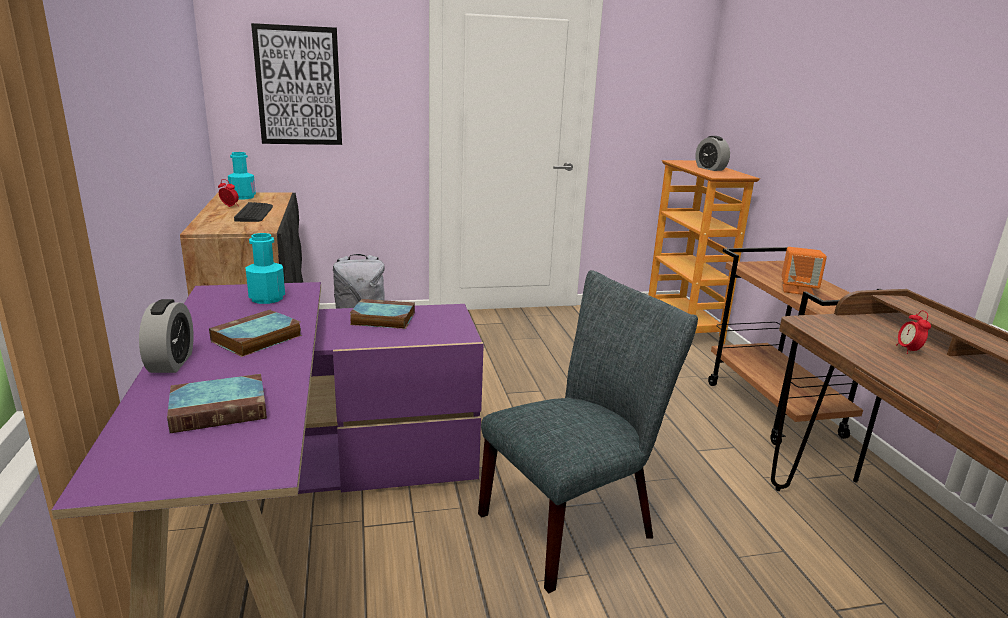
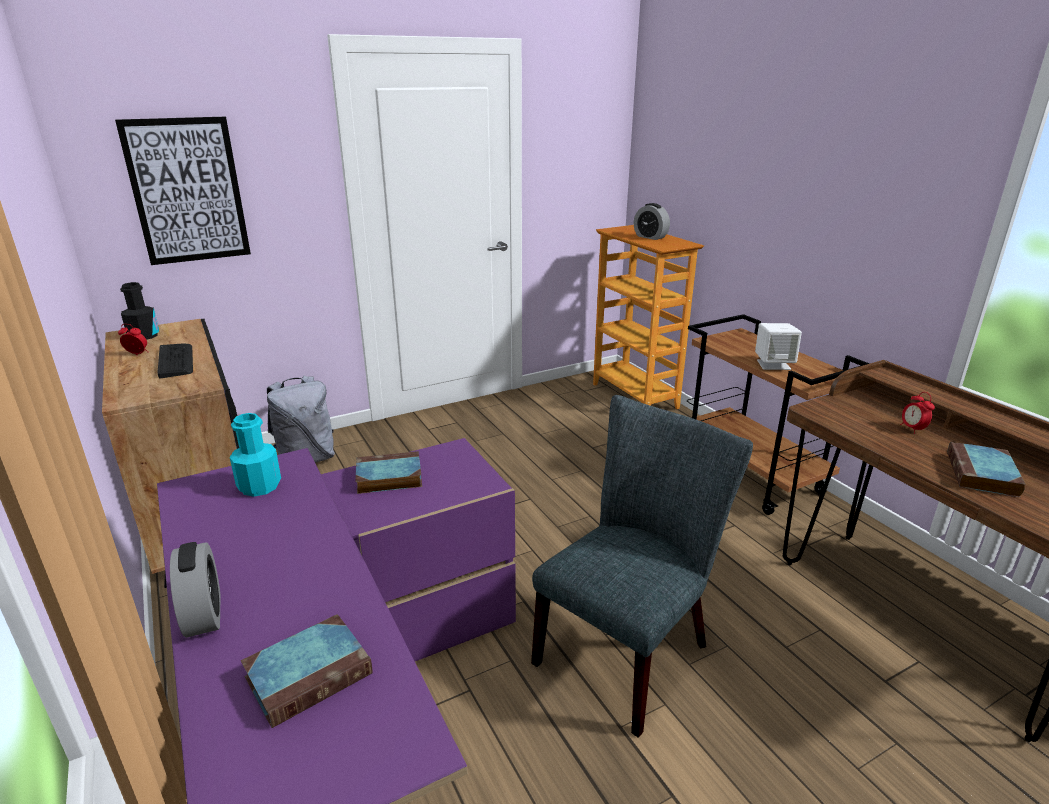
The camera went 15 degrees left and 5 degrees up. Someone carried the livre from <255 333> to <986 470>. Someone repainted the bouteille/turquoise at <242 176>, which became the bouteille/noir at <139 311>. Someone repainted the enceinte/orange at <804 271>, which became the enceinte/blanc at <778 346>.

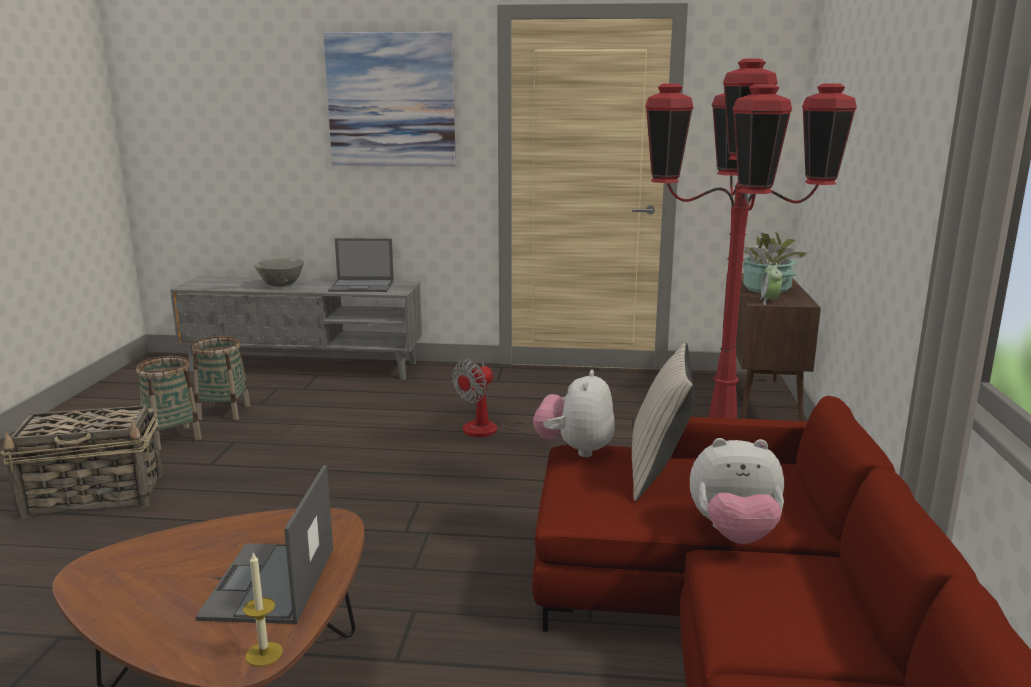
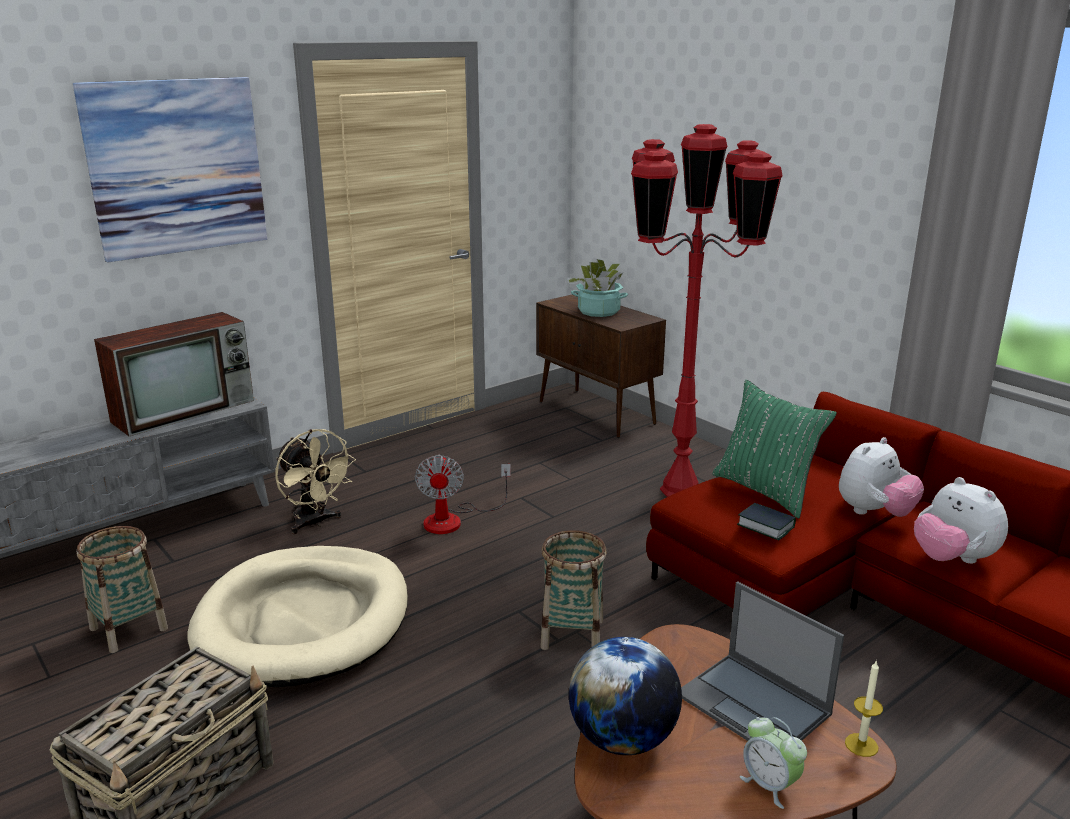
The camera went 45 degrees left and 5 degrees up. Someone carried the panier from <169 403> to <573 590>. Someone took away the bol/gris at <279 272>. Someone swapped the ordinateur portable at <361 265> for the téléviseur at <174 374>. Someone carried the peluche from <574 413> to <961 520>. Someone repainted the coussin/beige at <663 421>, which became the coussin/vert at <774 449>. Someone carried the réveil from <771 283> to <773 763>. Someone put down the panier pour chien/beige at <297 616>. Someone put down the ventilateur/beige at <315 481>. Someone put down the globe at <625 696>. Someone put down the livre at <766 521>.

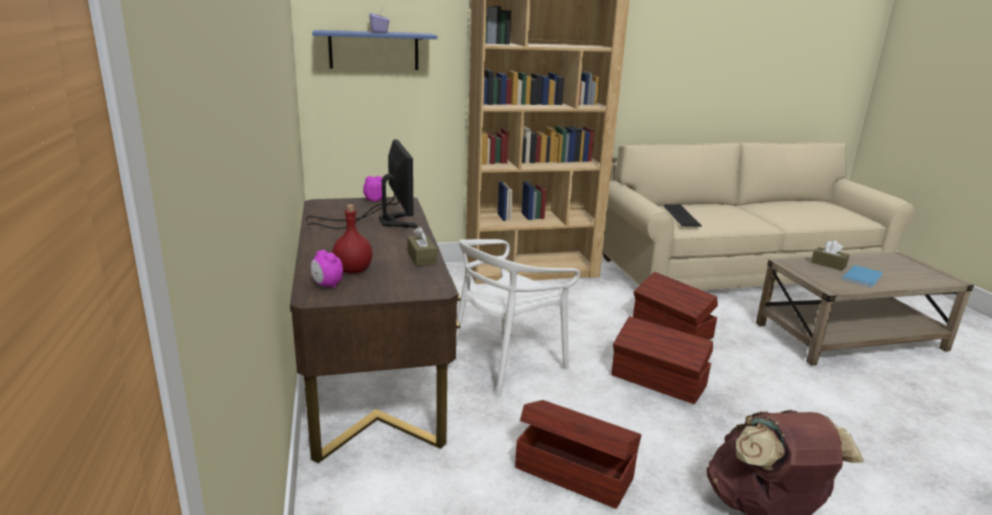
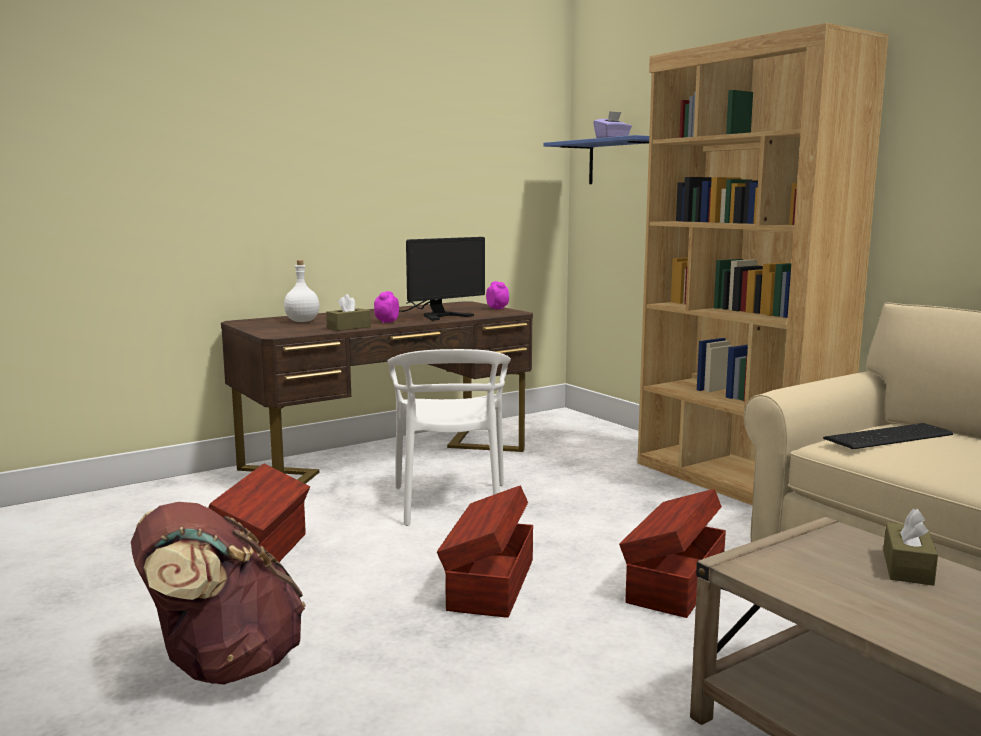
The camera went 70 degrees right and 10 degrees down. Someone carried the réveil from <327 269> to <386 307>. Someone repainted the bouteille/rouge at <352 239>, which became the bouteille/blanc at <302 291>. Someone rotated the chaise/blanc at <514 318> by 120 degrees counterclockwise. Someone took away the livre/bleu at <862 276>.

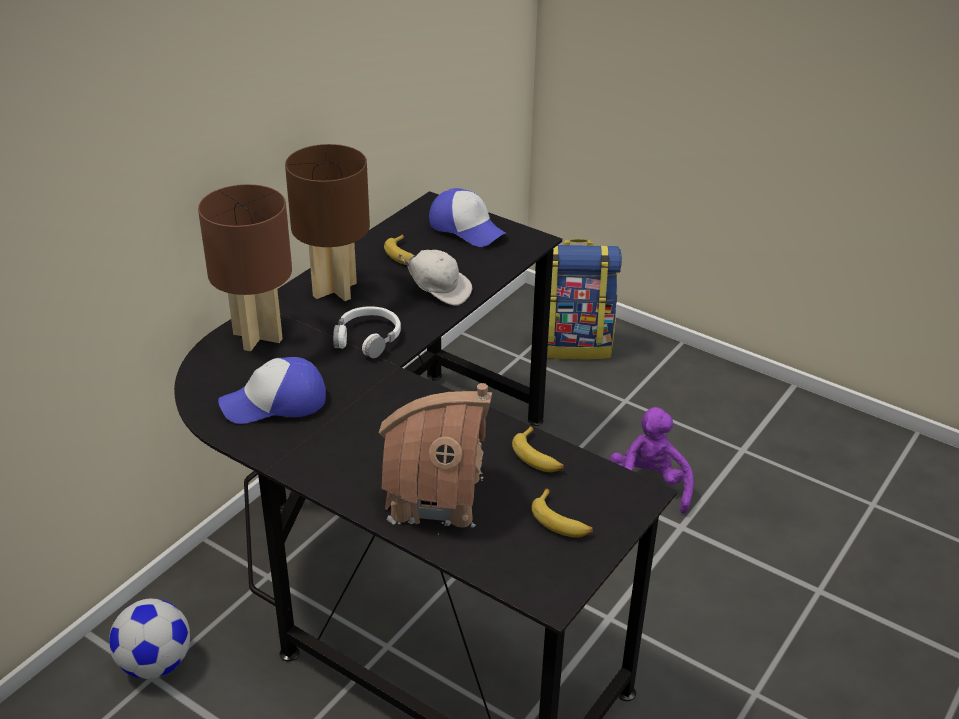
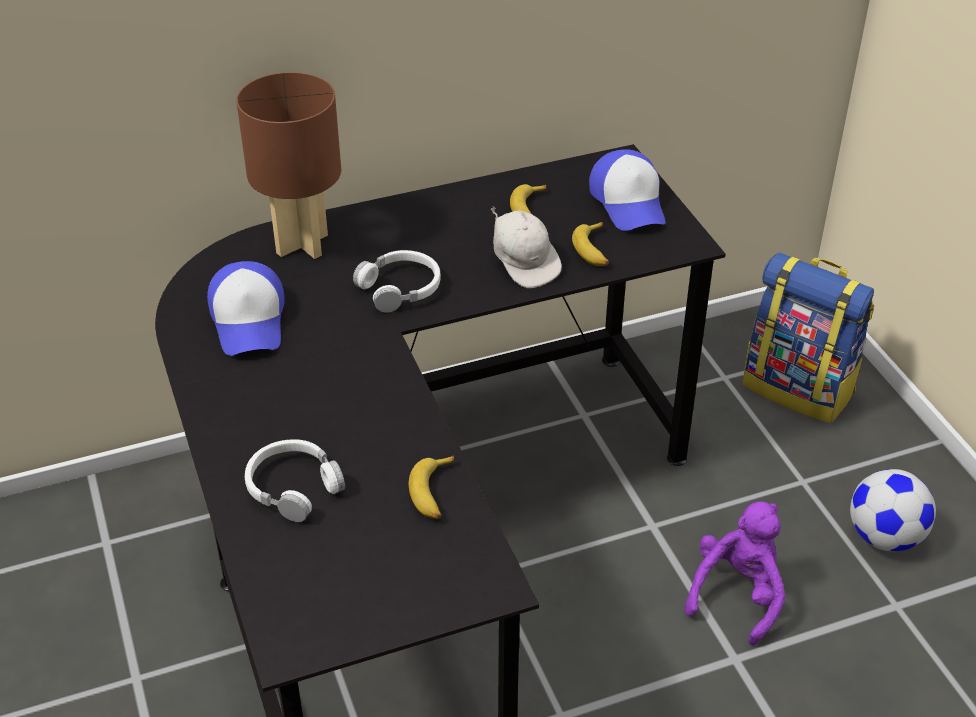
The camera went 35 degrees right and 5 degrees up. Someone carried the ballon de foot from <149 639> to <893 510>. Someone rotated the casquette at <272 390> by 120 degrees counterclockwise. Someone took away the lampe de table/marron at <327 222>. Someone swapped the maison miniature at <435 459> for the casque audio/blanc at <295 480>. Someone carried the banane from <562 513> to <590 244>.

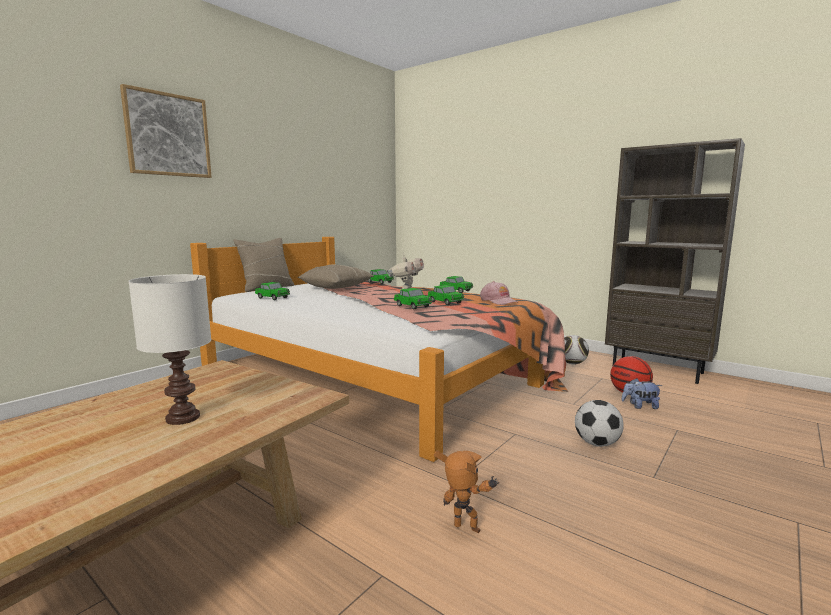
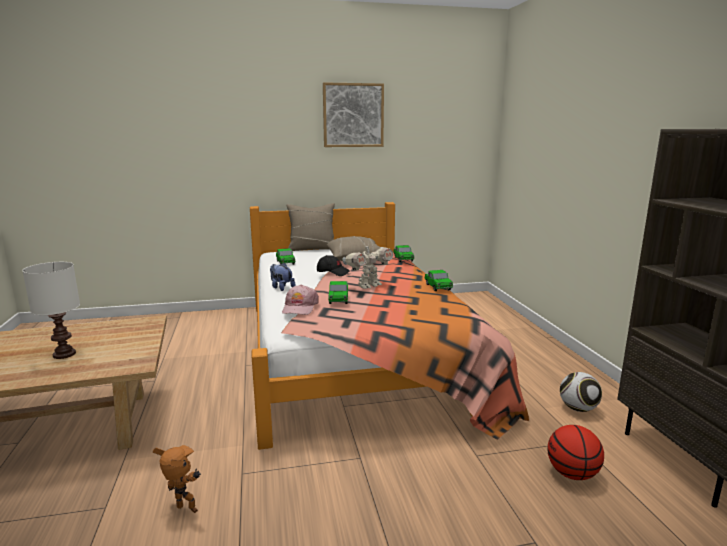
The camera went 40 degrees right and 5 degrees up. Someone carried the tableau from <166 131> to <353 114>. Someone took away the petite voiture at <445 295>. Someone rotated the robot jouet at <466 491> by 45 degrees counterclockwise. Someone carried the casquette/rose from <499 293> to <300 300>. Someone took away the ballon de foot at <599 423>. Someone carried the peluche from <641 393> to <282 276>. Someone put down the casquette/noir at <333 265>.

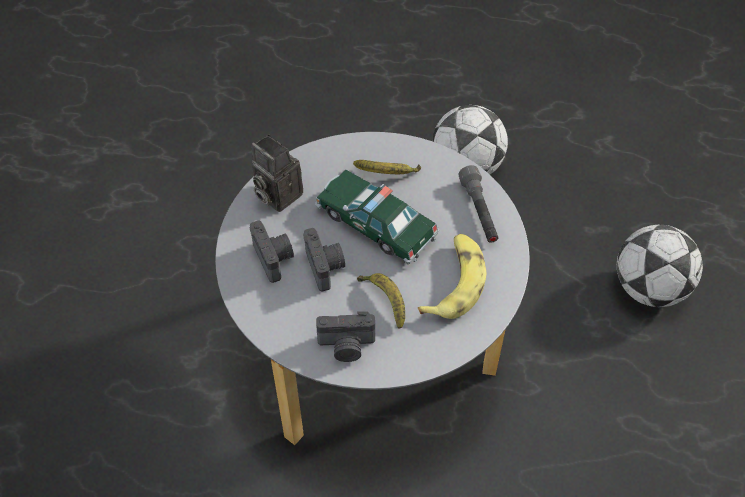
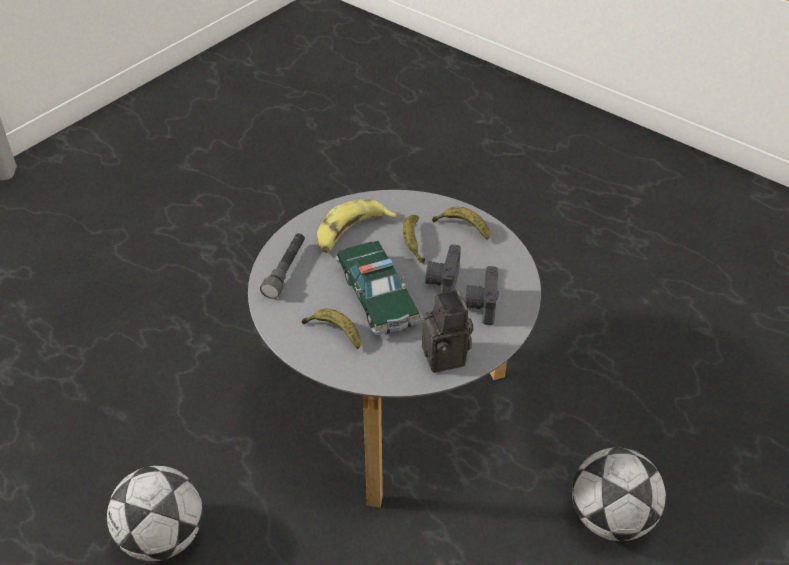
The camera went 150 degrees left and 10 degrees down. Someone swapped the appareil photo at <345 336> for the banane at <461 223>. Someone carried the ballon de foot from <660 266> to <619 494>.

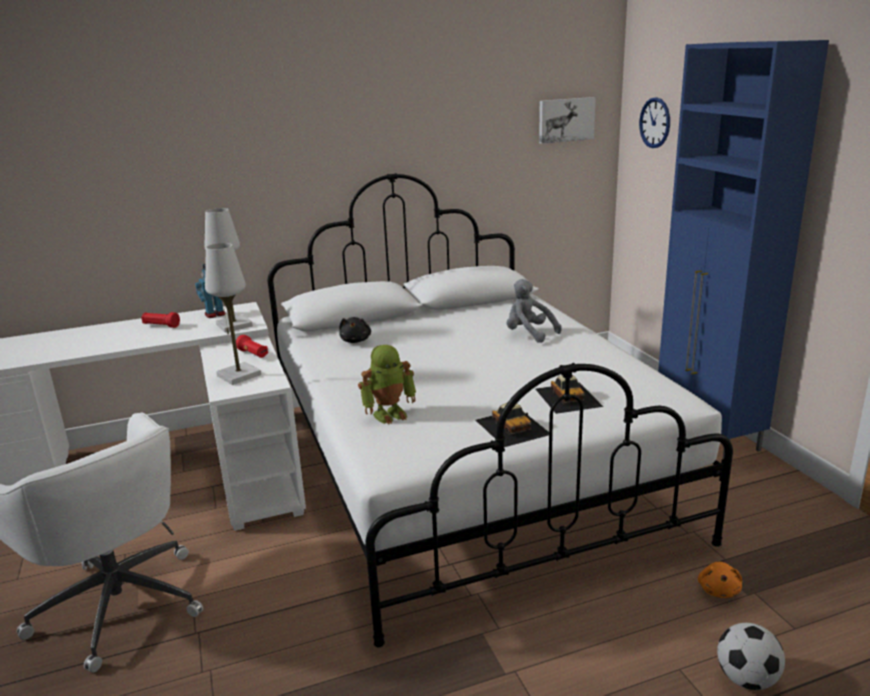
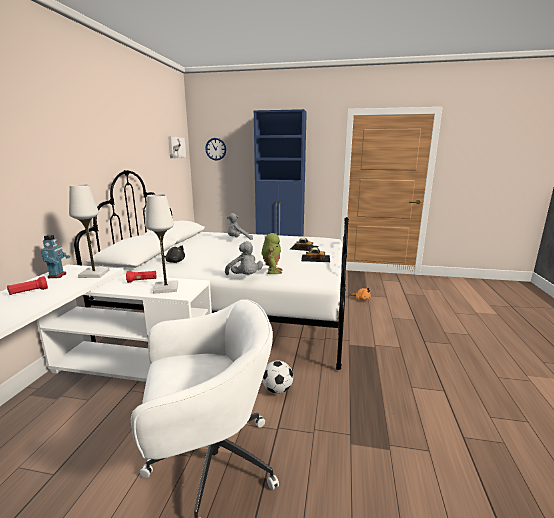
The camera went 60 degrees left and 5 degrees down. Someone carried the ballon de foot from <751 656> to <277 377>. Someone put down the peluche/gris at <244 258>.

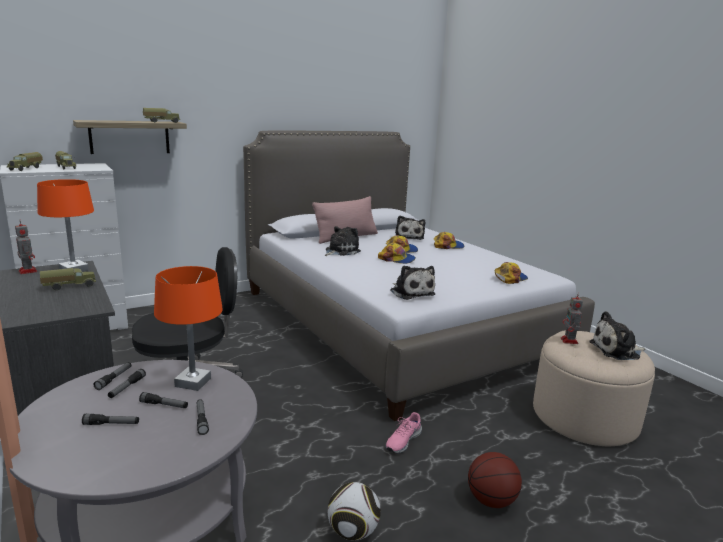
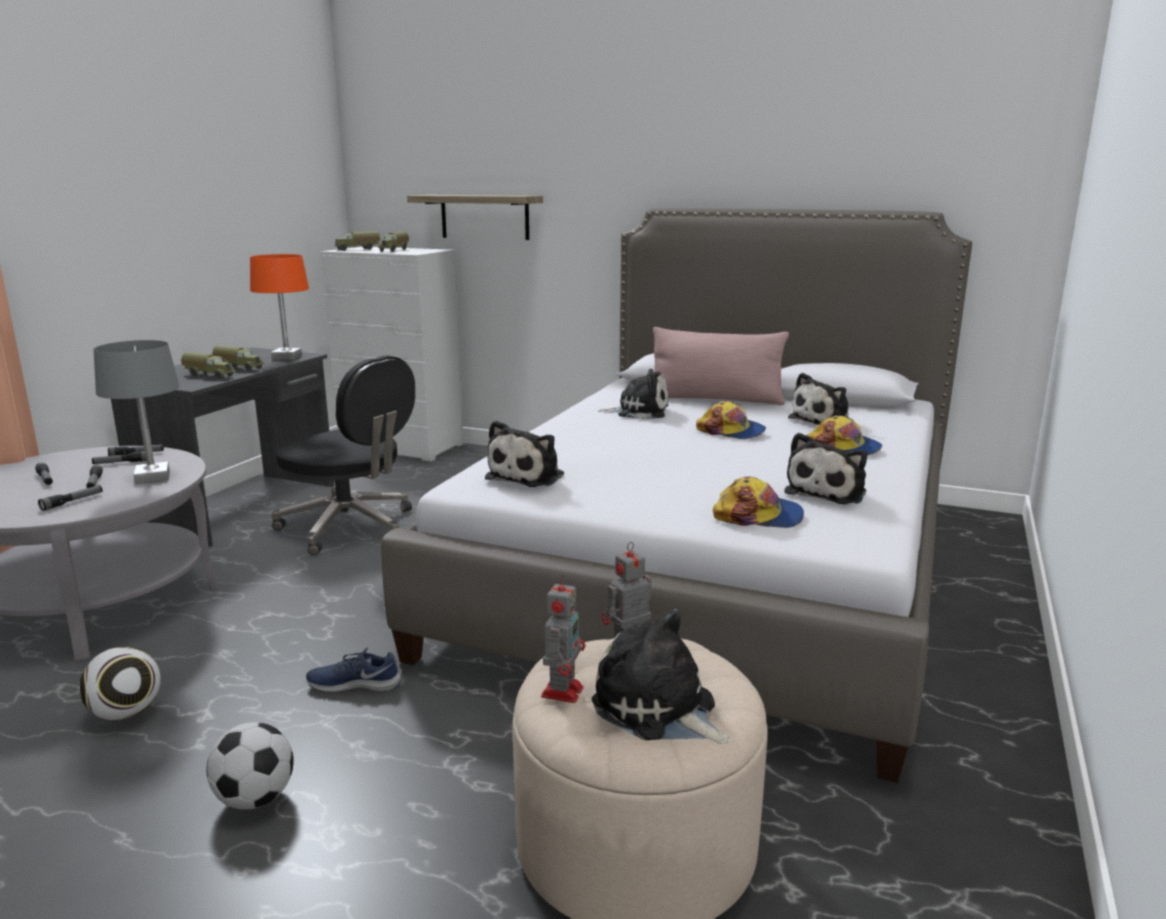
The camera went 55 degrees right and 0 degrees up. Someone carried the robot jouet from <26 247> to <563 638>. Someone carried the camion jouet from <161 115> to <208 365>. Someone repainted the lampe de table/orange at <188 328>, which became the lampe de table/gris at <137 412>. Someone took away the casquette at <397 253>. Someone repainted the chaussure/rose at <403 432>, which became the chaussure/bleu at <353 670>. Someone swapped the ballon de basket at <495 480> for the ballon de foot at <250 766>. Someone put down the peluche at <825 468>.

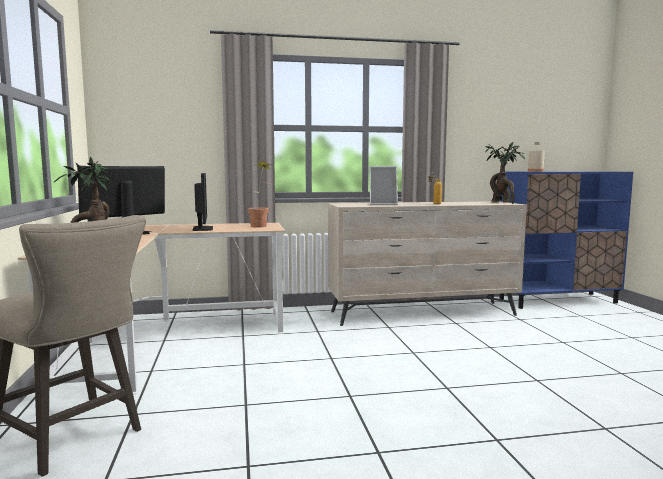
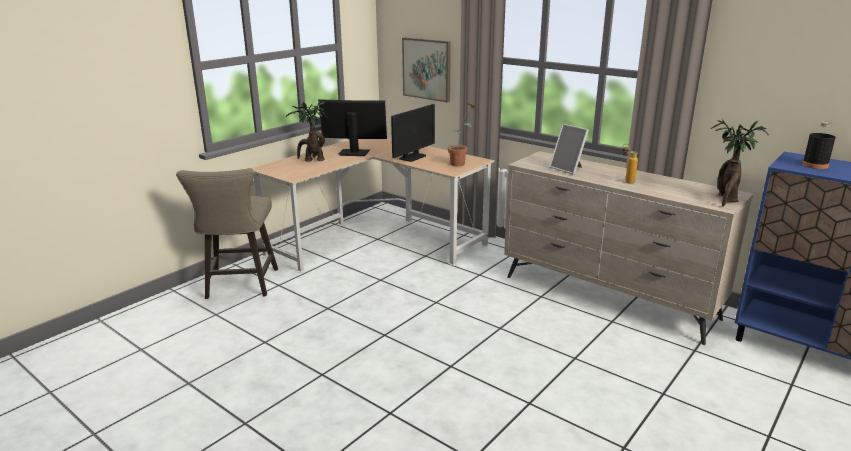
The camera went 50 degrees right and 15 degrees up. Someone repainted the bouteille/beige at <536 157>, which became the bouteille/noir at <819 145>. Someone put up the tableau at <426 70>.

